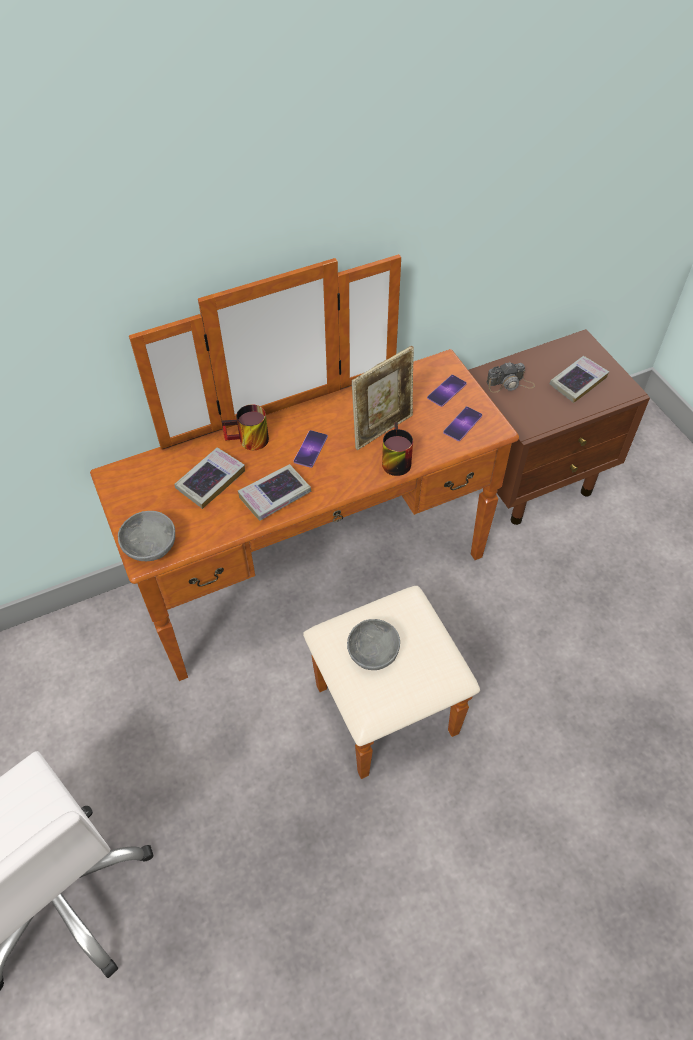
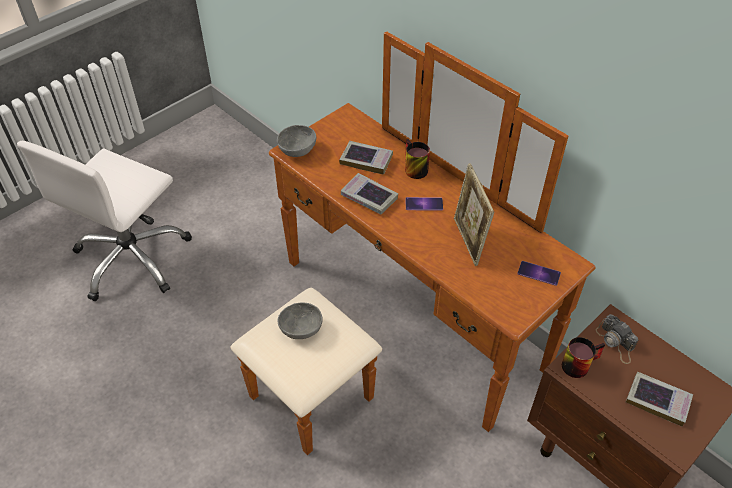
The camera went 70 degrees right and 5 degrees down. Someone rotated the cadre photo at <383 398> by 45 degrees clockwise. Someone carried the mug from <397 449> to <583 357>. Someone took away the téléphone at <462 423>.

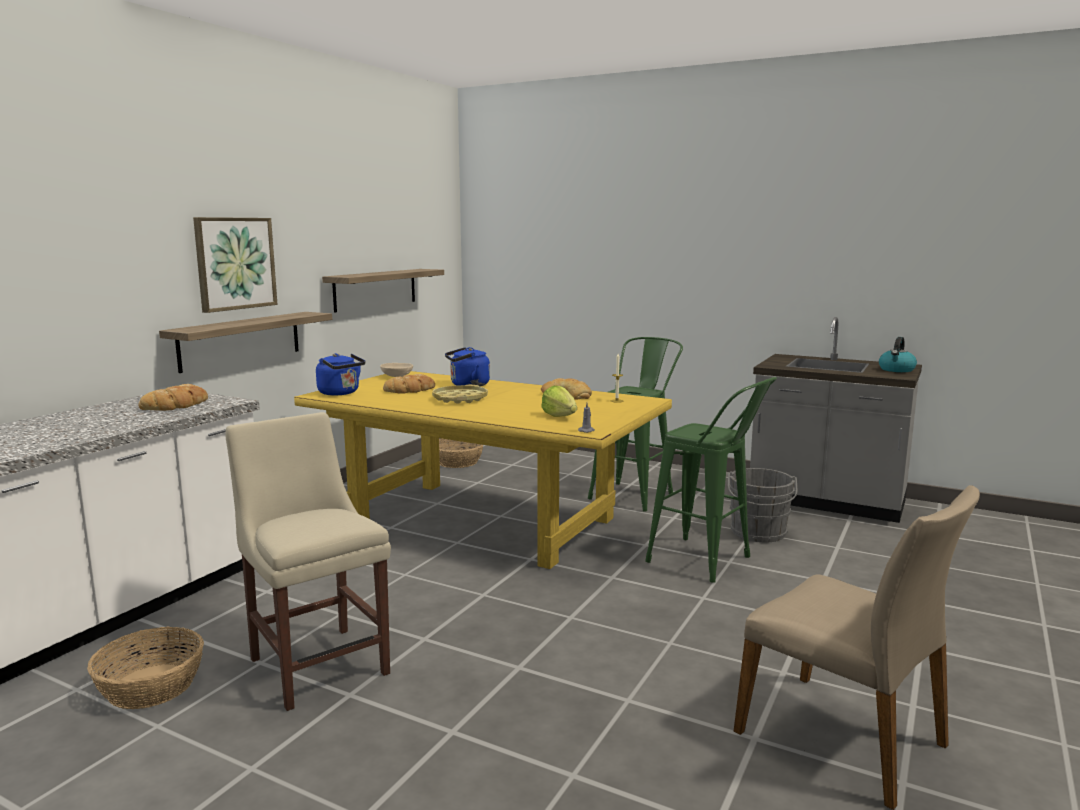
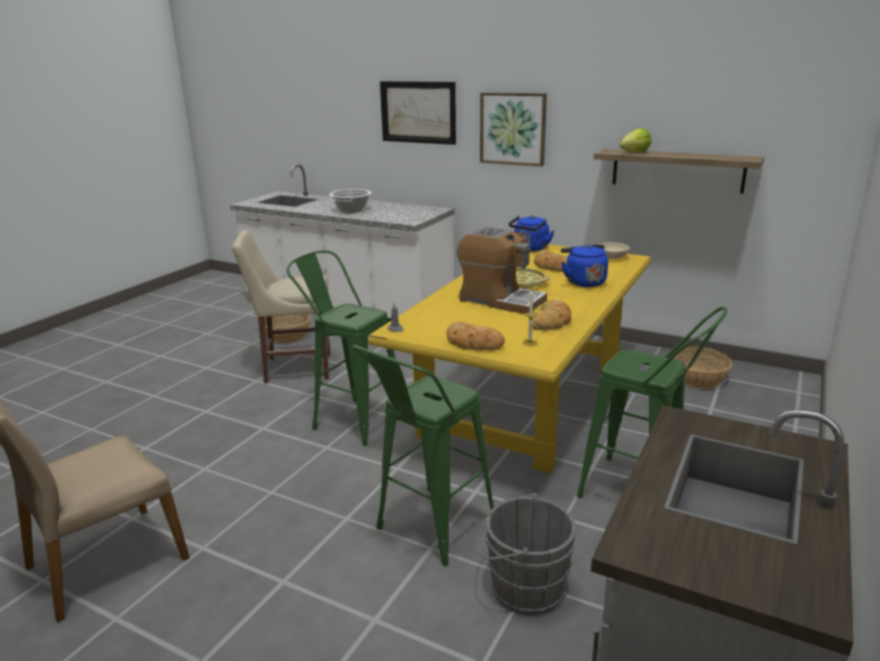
The camera went 90 degrees right and 10 degrees up. Someone carried the pain from <173 397> to <476 336>. Someone took away the étagère at <245 342>. Someone rotated the chaise/beige at <308 561> by 150 degrees counterclockwise. Someone carried the laitue from <559 401> to <635 140>. Someone took away the bouilloire at <898 354>. Someone put down the tabouret/vert at <341 348>. Someone put down the marmite at <350 200>. Someone put up the tableau at <418 113>. Someone put down the machine à café at <502 270>.

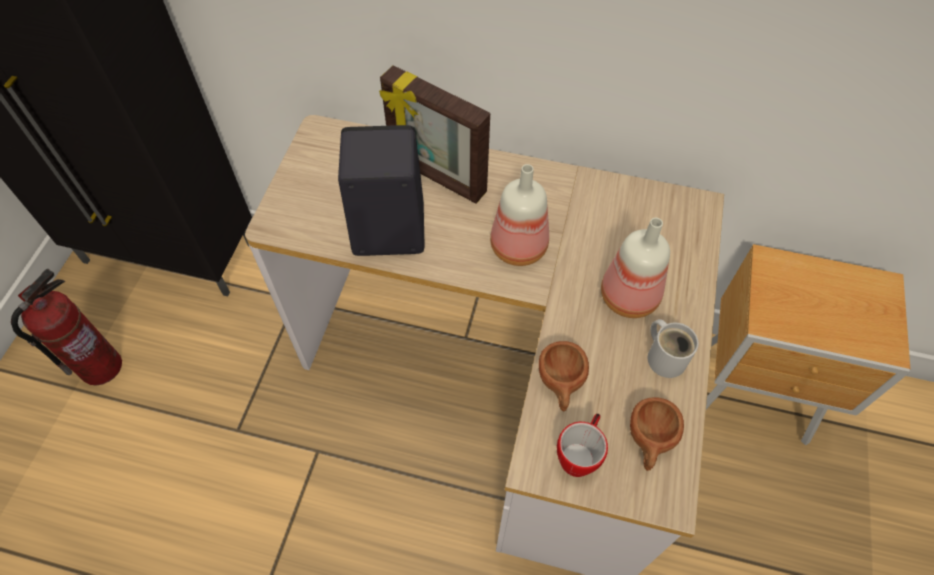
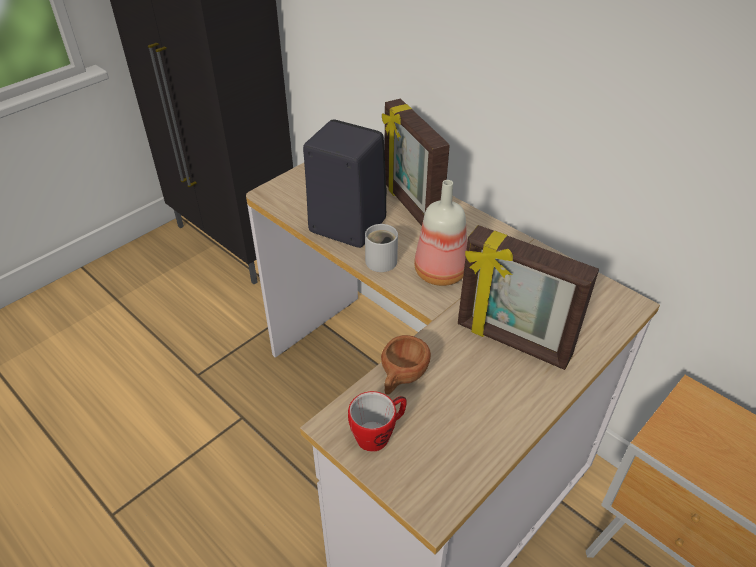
The camera went 30 degrees right and 15 degrees down. Someone took away the extincteur at <66 327>. Someone swapped the bouteille at <635 268> for the cadre photo at <528 297>. Someone took away the tasse/marron at <657 434>. Someone carried the mug/blanc from <673 348> to <381 248>.

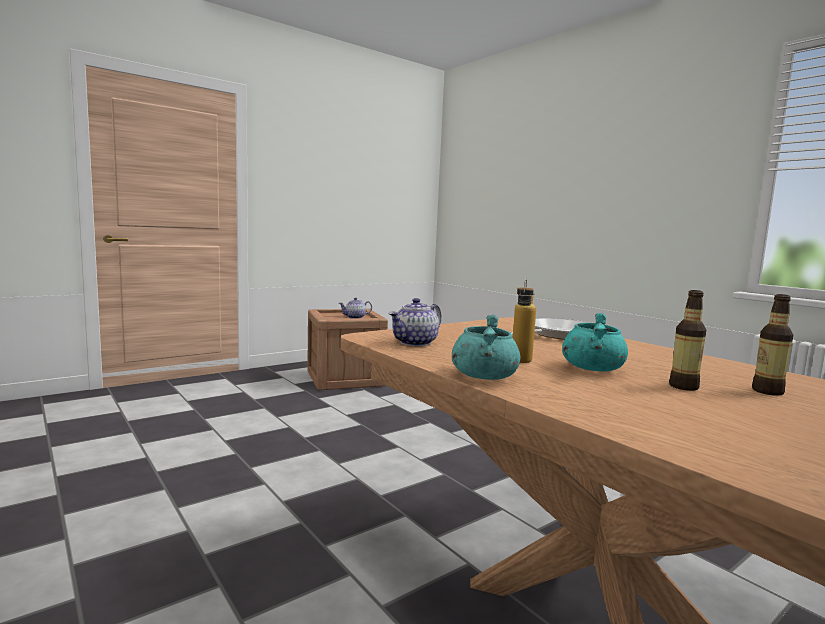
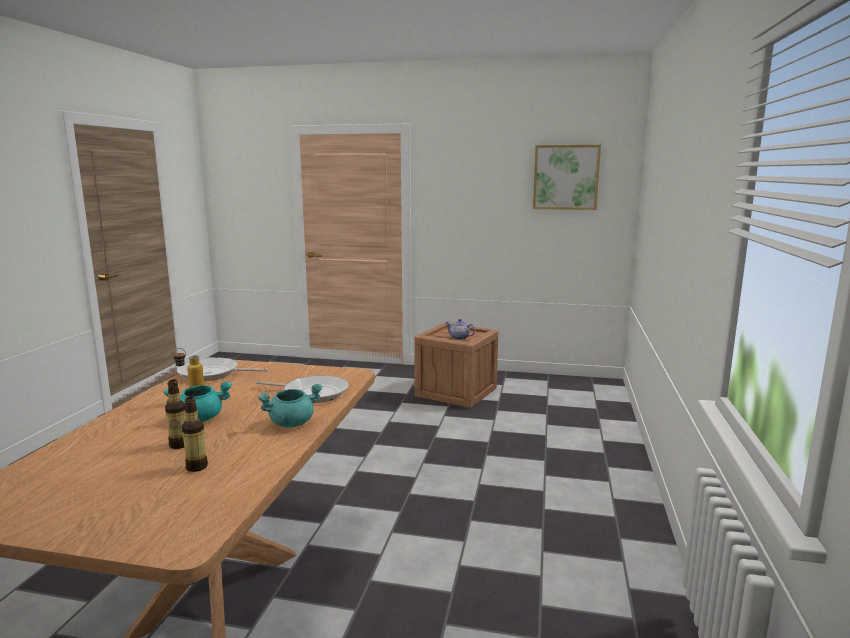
The camera went 50 degrees right and 5 degrees up. Someone swapped the théière at <415 322> for the poêle at <222 369>. Someone carried the marmite/turquoise from <486 347> to <290 406>. Someone put up the tableau at <567 177>.

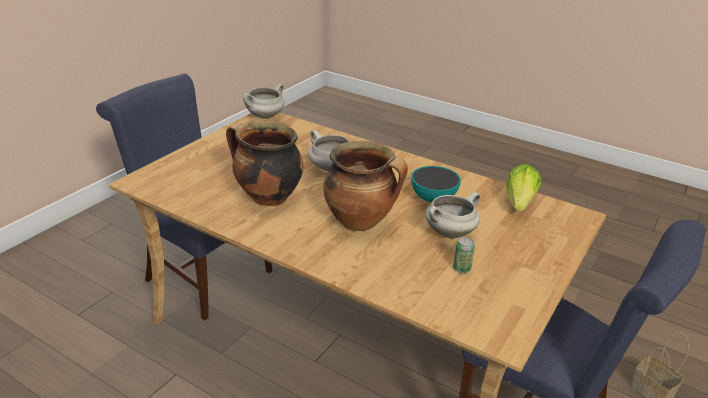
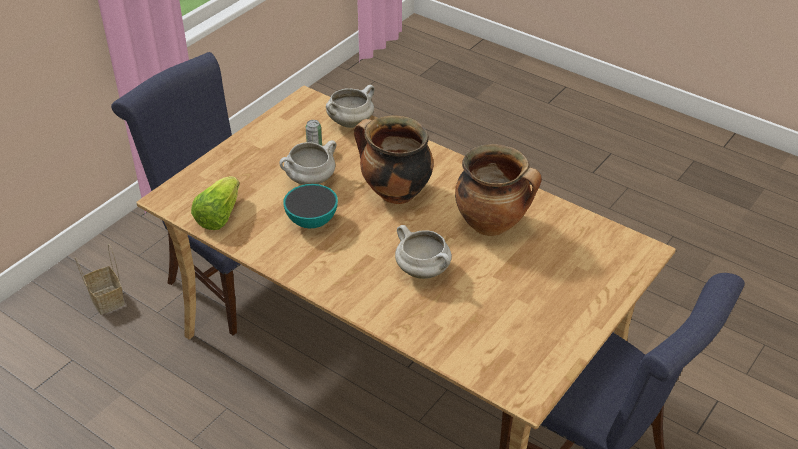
The camera went 175 degrees left and 10 degrees up. Someone carried the marmite/blanc from <264 101> to <350 106>.

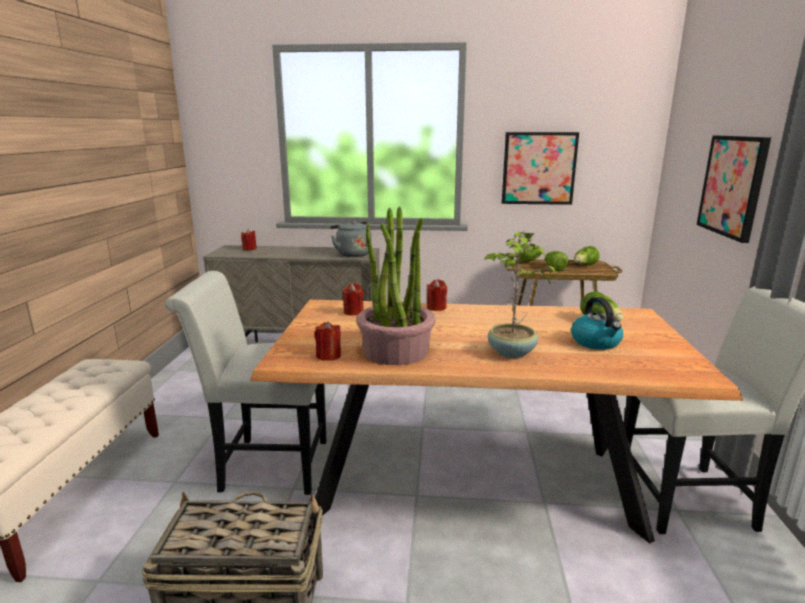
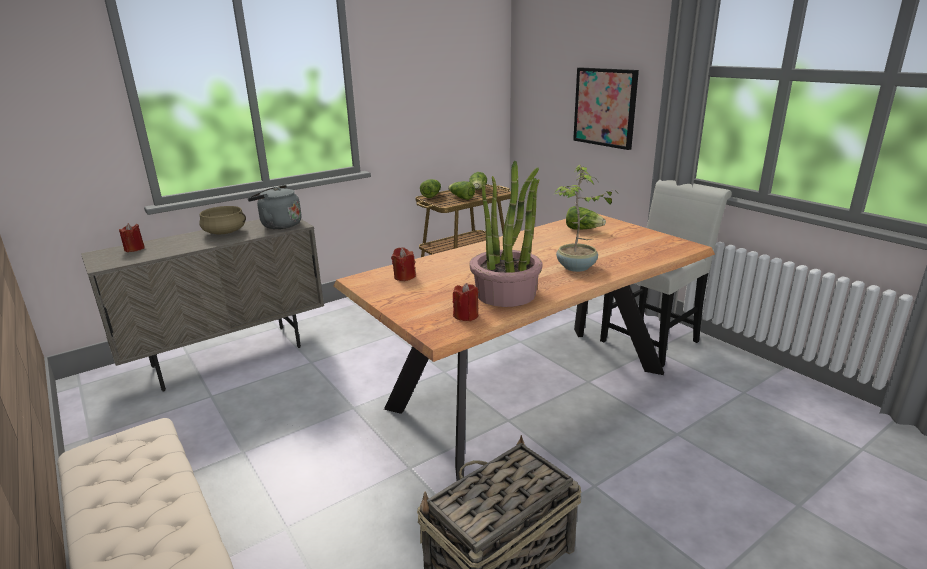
The camera went 40 degrees left and 5 degrees up. Someone took away the chaise/blanc at <245 383>. Someone took away the bougie/rouge at <437 295>. Someone took away the tableau at <540 168>. Someone took away the bouilloire at <597 323>. Someone put down the marmite/beige at <222 220>.

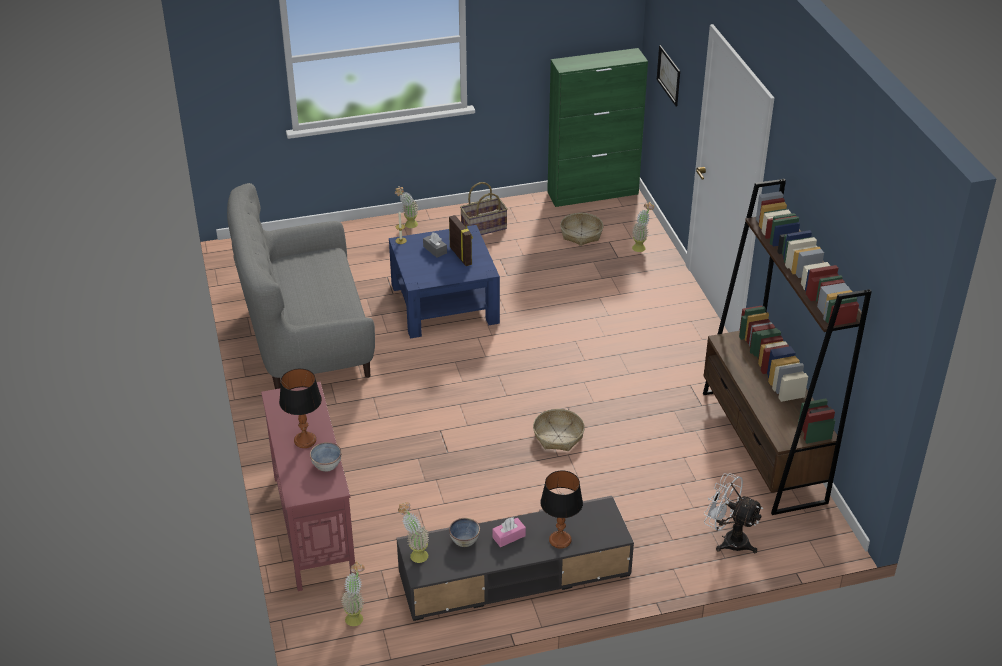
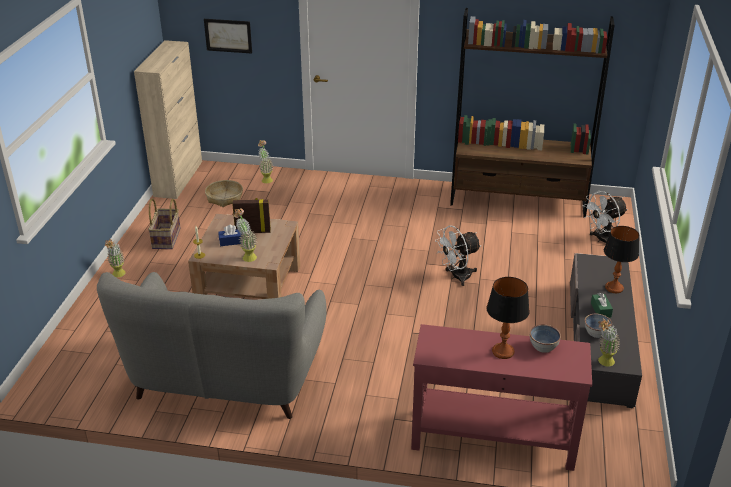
The camera went 65 degrees left and 5 degrees down. Someone carried the plante en pot from <353 593> to <245 235>. Someone repainted the table basse/bleu at <444 282>, which became the table basse/marron at <244 256>. Someone repainted the boîte à mouchoirs/gris at <435 245>, which became the boîte à mouchoirs/bleu at <230 235>. Someone repainted the boîte à mouchoirs/rose at <509 532>, which became the boîte à mouchoirs/vert at <602 305>. Someone swapped the panier at <559 430> for the ventilateur/blanc at <458 255>. Someone repainted the meuble de rangement/vert at <597 127>, which became the meuble de rangement/beige at <168 119>.

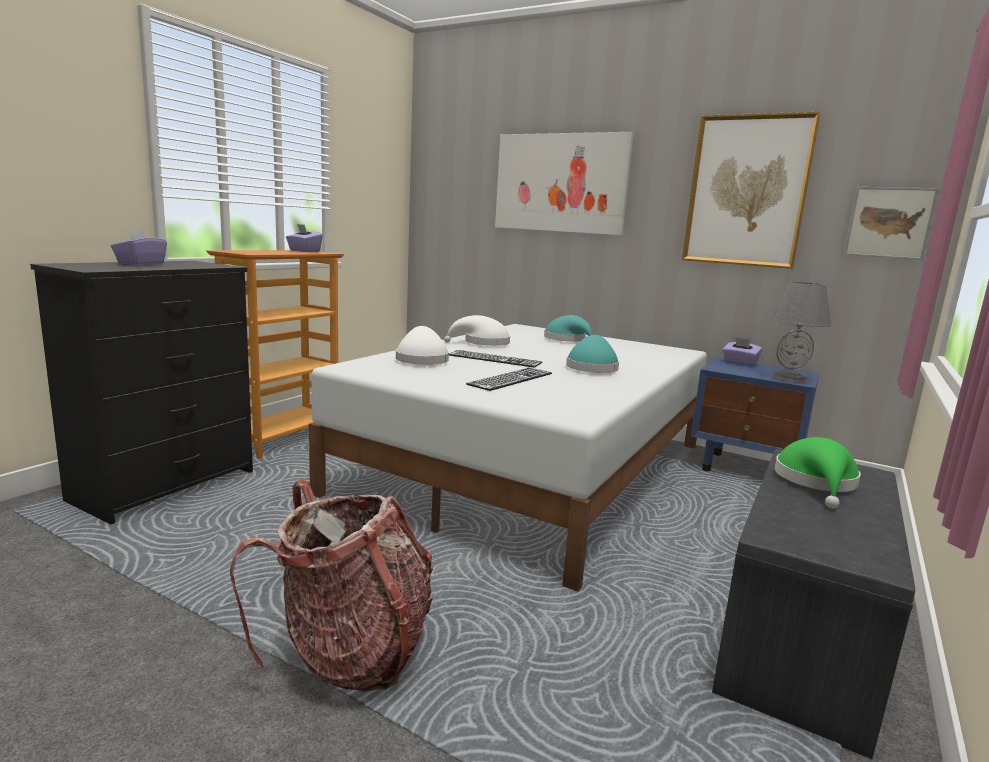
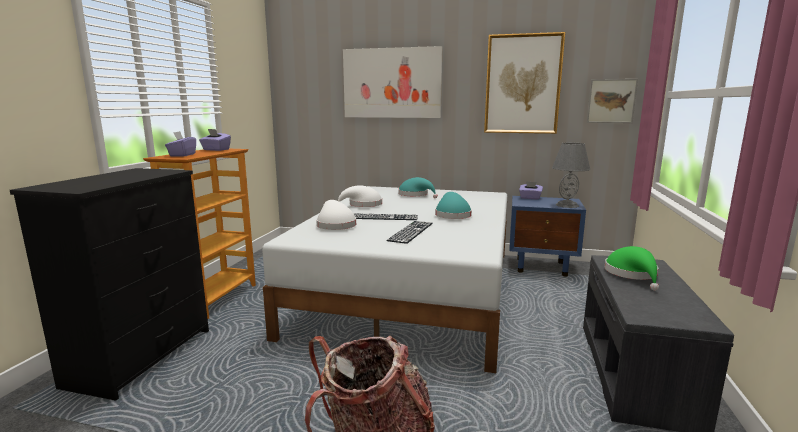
The camera went 15 degrees left and 0 degrees up. Someone carried the boîte à mouchoirs/violet from <139 246> to <180 143>.

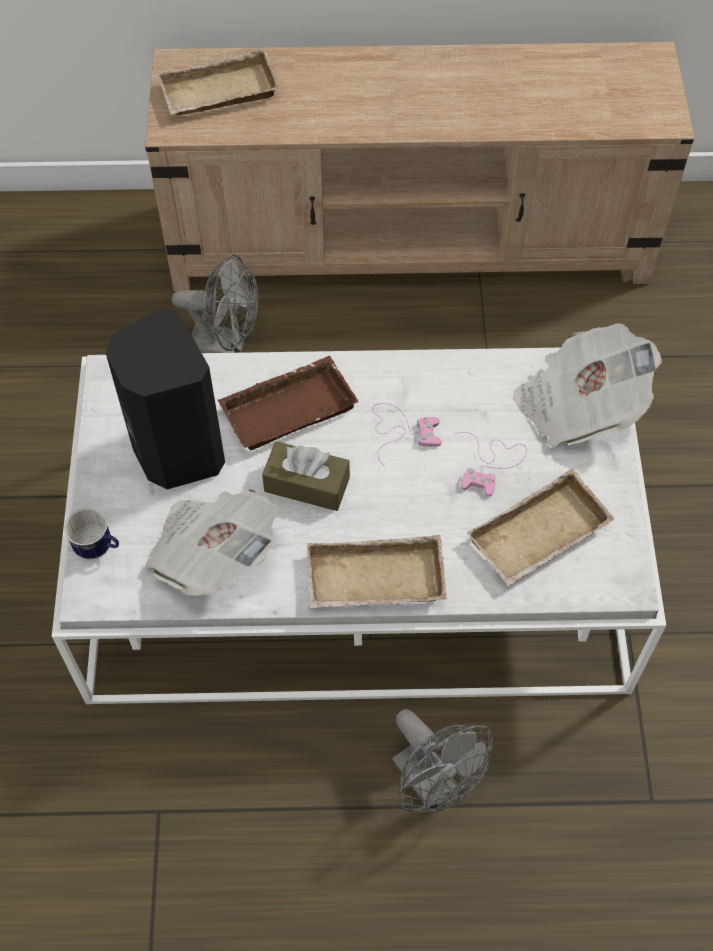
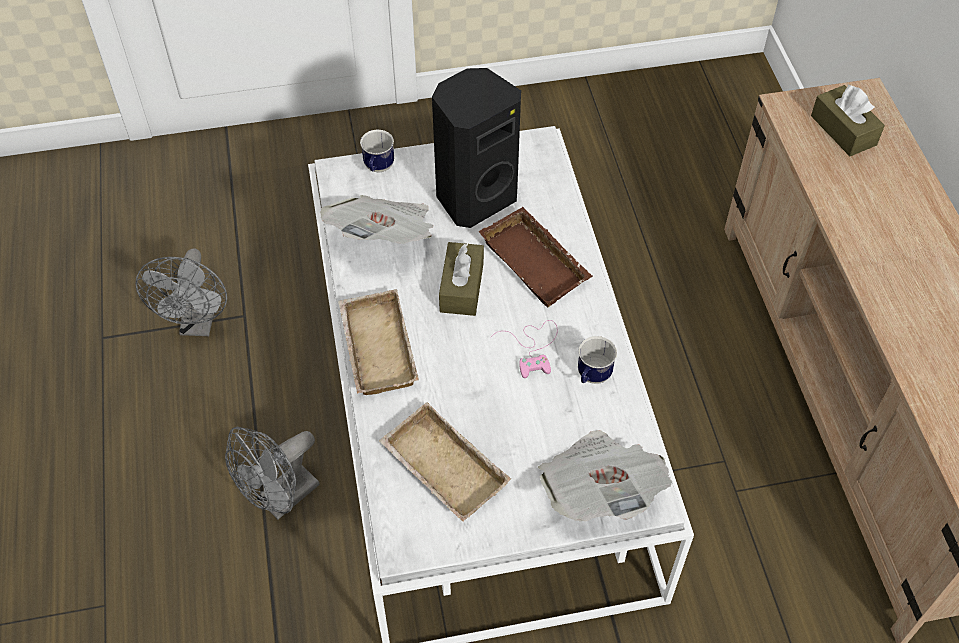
The camera went 80 degrees right and 5 degrees down. Someone swapped the plateau/beige at <218 81> for the boîte à mouchoirs/marron at <848 120>. Someone carried the ventilateur/gris from <215 303> to <181 292>. Someone took away the manette/rose at <491 464>. Someone put down the mug at <597 360>.

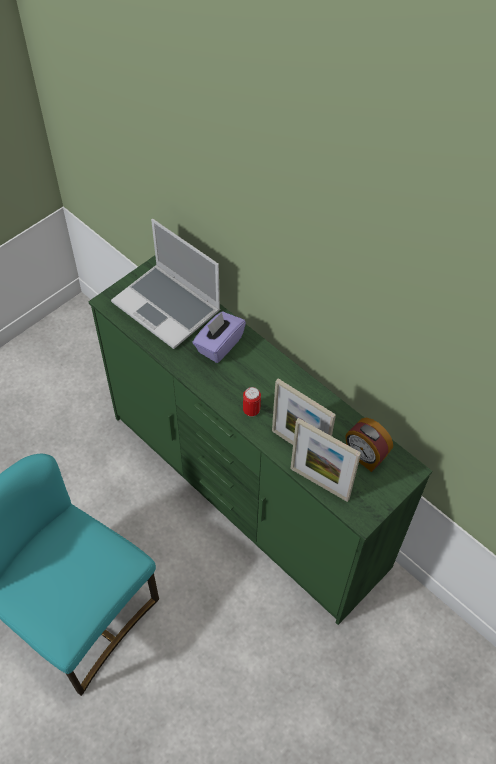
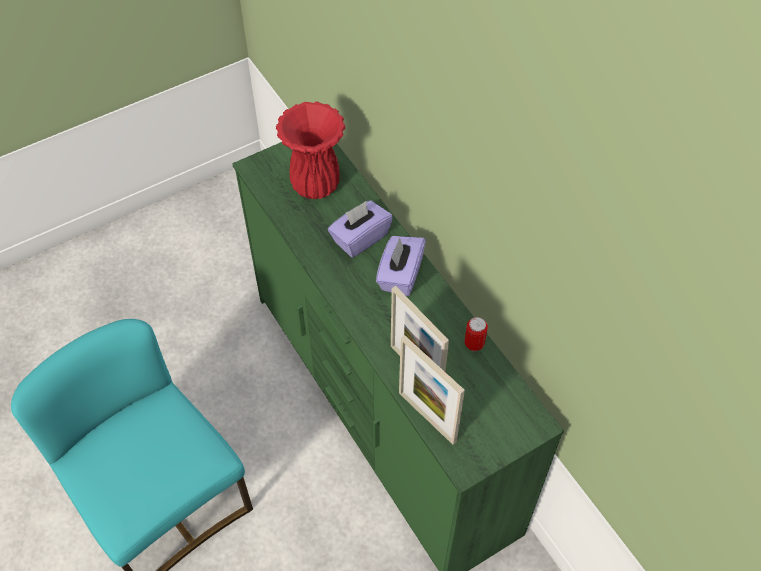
The camera went 15 degrees right and 0 degrees up. Someone swapped the ordinateur portable at <165 284> for the vase/rouge at <310 150>. Someone carried the boîte métallique from <252 402> to <476 334>. Someone took away the réveil at <369 444>. Someone put down the boîte à mouchoirs/violet at <401 266>.

